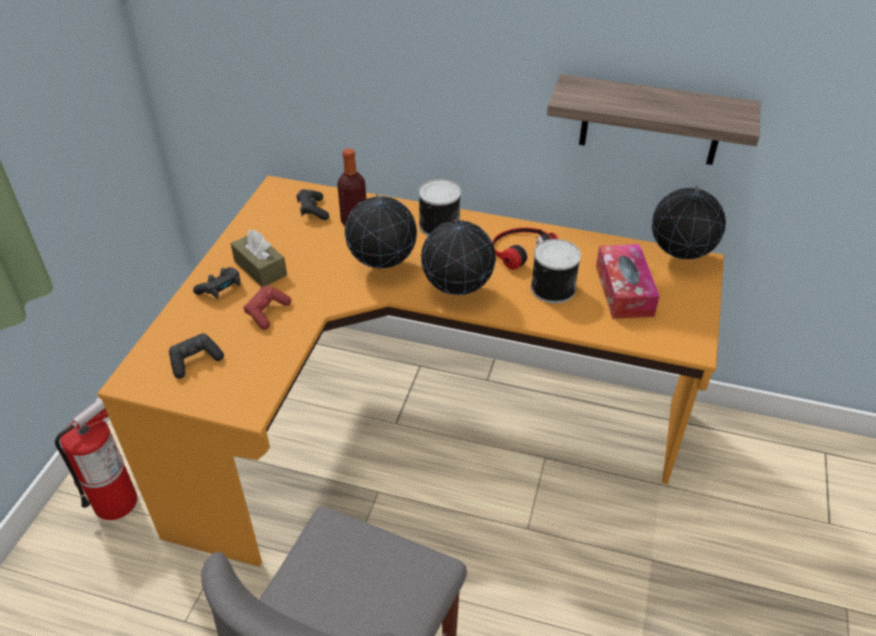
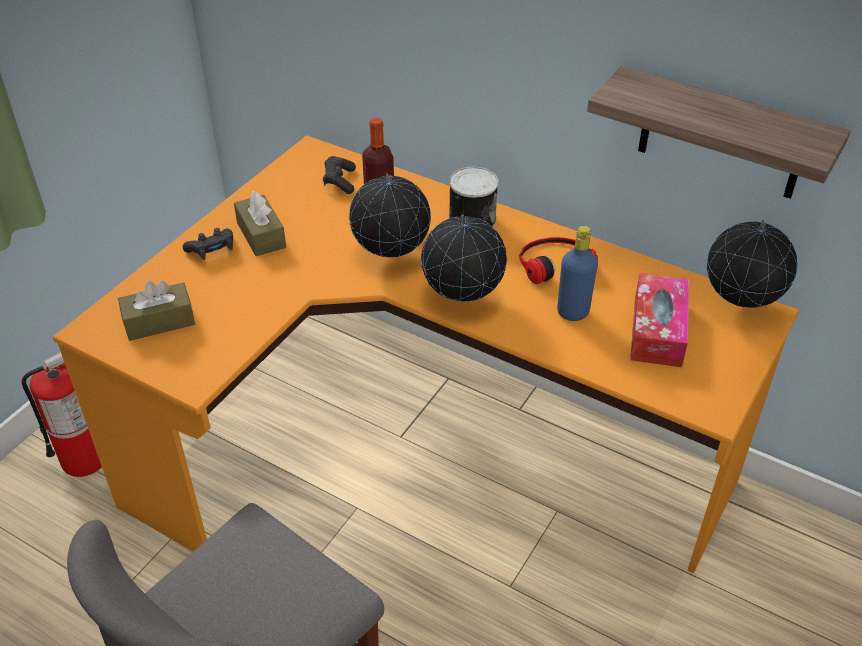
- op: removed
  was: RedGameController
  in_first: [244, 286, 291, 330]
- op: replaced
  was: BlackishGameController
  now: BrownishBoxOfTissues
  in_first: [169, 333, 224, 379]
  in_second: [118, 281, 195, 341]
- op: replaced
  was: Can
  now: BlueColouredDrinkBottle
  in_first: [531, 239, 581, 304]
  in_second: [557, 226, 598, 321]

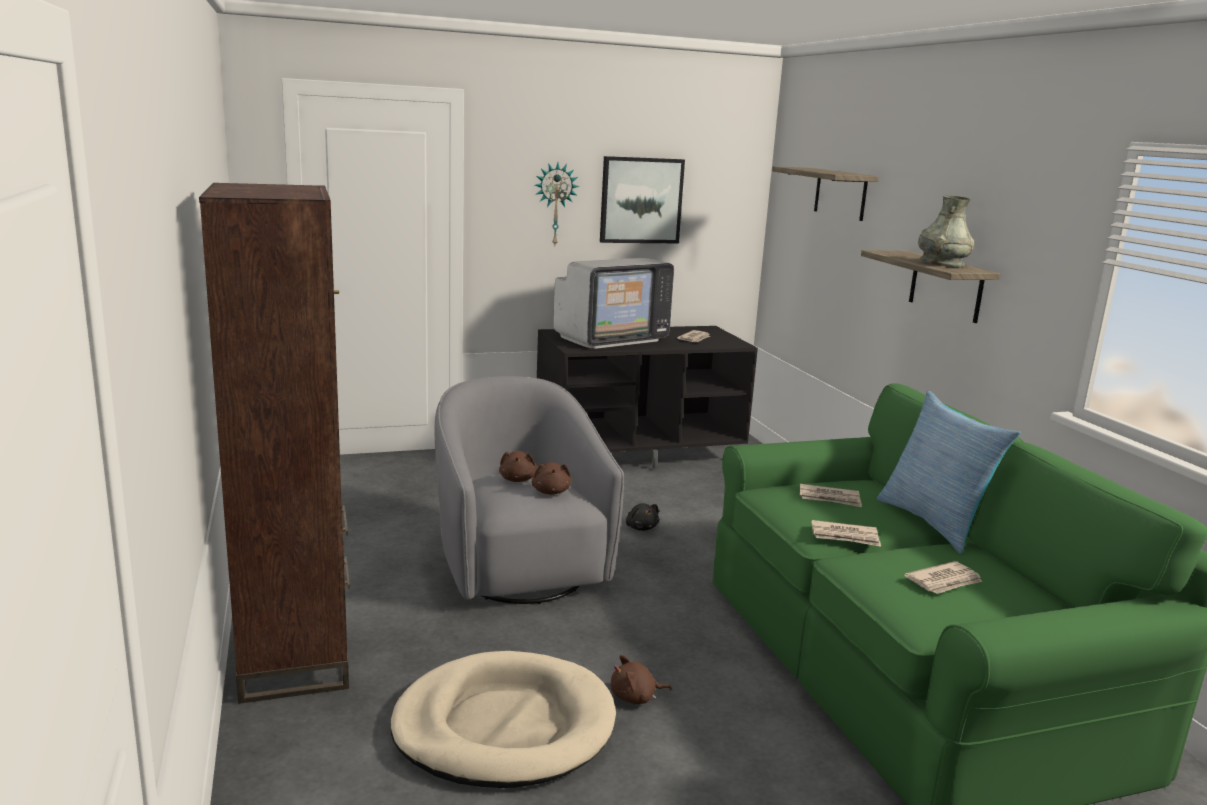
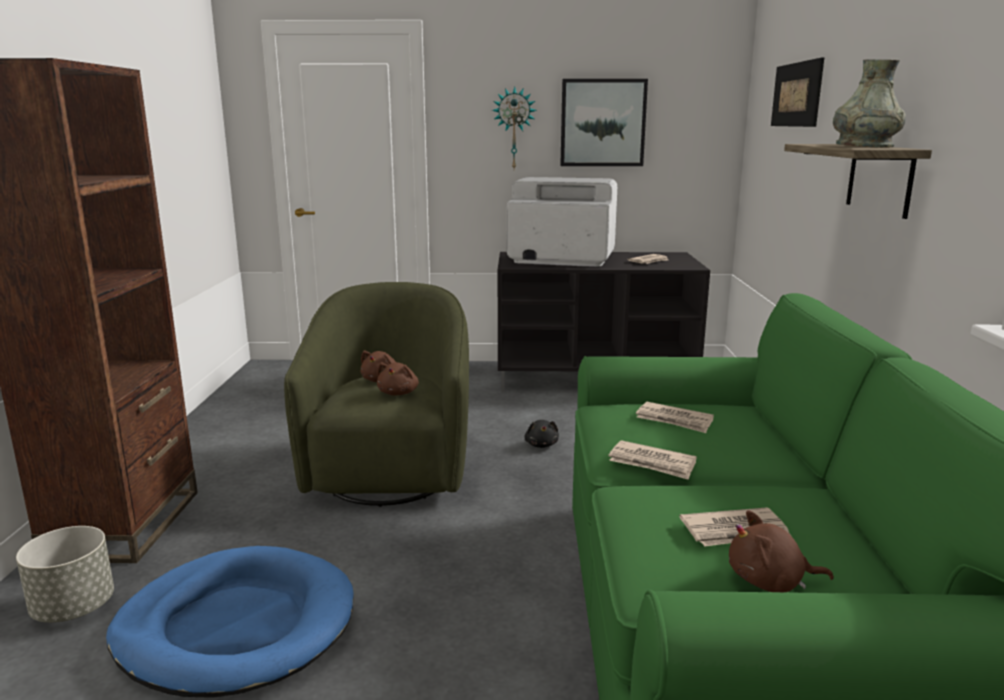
- op: removed
  was: Pillow
  in_first: [877, 391, 1021, 554]
- op: added
  now: GreyFlowerPot
  in_second: [16, 526, 114, 623]
- op: moved
  was: BrownishSoftToy
  in_first: [611, 655, 672, 704]
  in_second: [729, 510, 834, 592]
- op: replaced
  was: WallShelf
  now: WallArt
  in_first: [772, 166, 878, 221]
  in_second: [771, 58, 824, 127]
- op: recoloured
  was: BeigeColouredPetBed
  now: BlueColouredPetBed
  in_first: [390, 651, 616, 788]
  in_second: [106, 546, 354, 698]
- op: recoloured
  was: GreyLoungeChair
  now: GreenishLoungeChair
  in_first: [434, 376, 624, 604]
  in_second: [284, 282, 469, 507]
- op: turned
  was: TvSet
  in_first: [553, 258, 674, 349]
  in_second: [507, 177, 617, 267]
  clockwise: -150

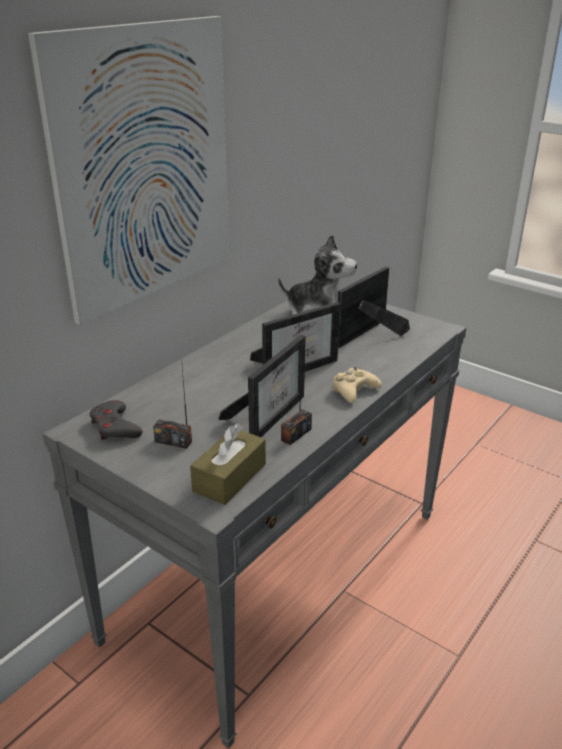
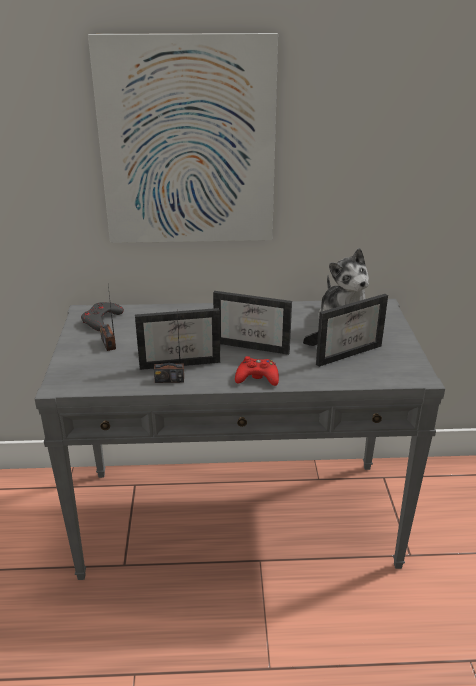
- op: removed
  was: BrownishBoxOfTissues
  in_first: [190, 423, 266, 505]
- op: recoloured
  was: BeigeColouredGameController
  now: RedGameController
  in_first: [332, 367, 382, 403]
  in_second: [235, 356, 279, 386]
- op: turned
  was: PhotoFrame
  in_first: [337, 266, 410, 348]
  in_second: [303, 294, 388, 367]
  clockwise: 150

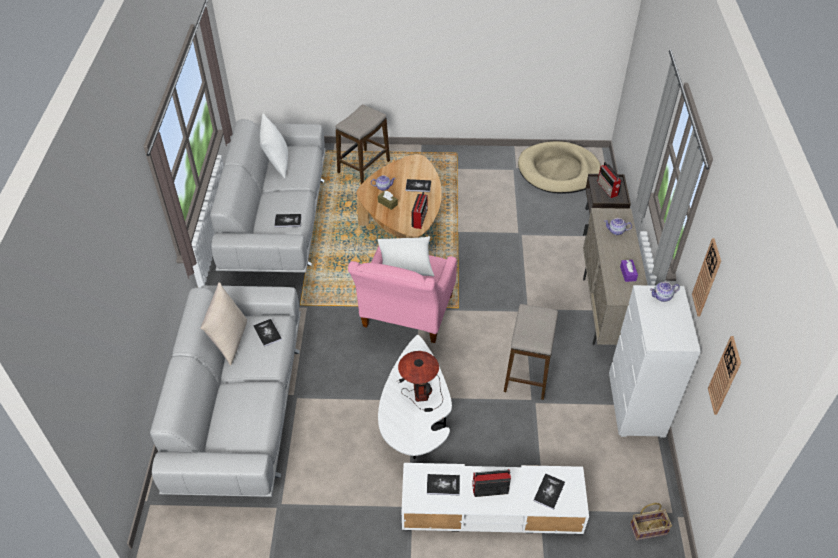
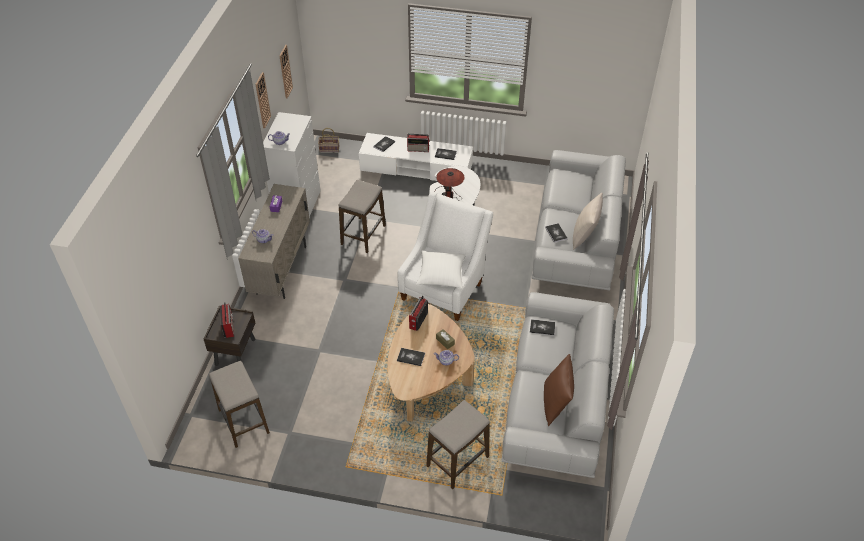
- op: replaced
  was: BeigeColouredPetBed
  now: Stool
  in_first: [518, 141, 601, 194]
  in_second: [209, 361, 270, 448]
- op: recoloured
  was: WhitishPillow
  now: BrownishPillow
  in_first: [260, 114, 288, 179]
  in_second: [544, 354, 574, 426]
- op: recoloured
  was: PinkLoungeChair
  now: WhitishLoungeChair
  in_first: [348, 246, 457, 343]
  in_second: [397, 192, 493, 321]

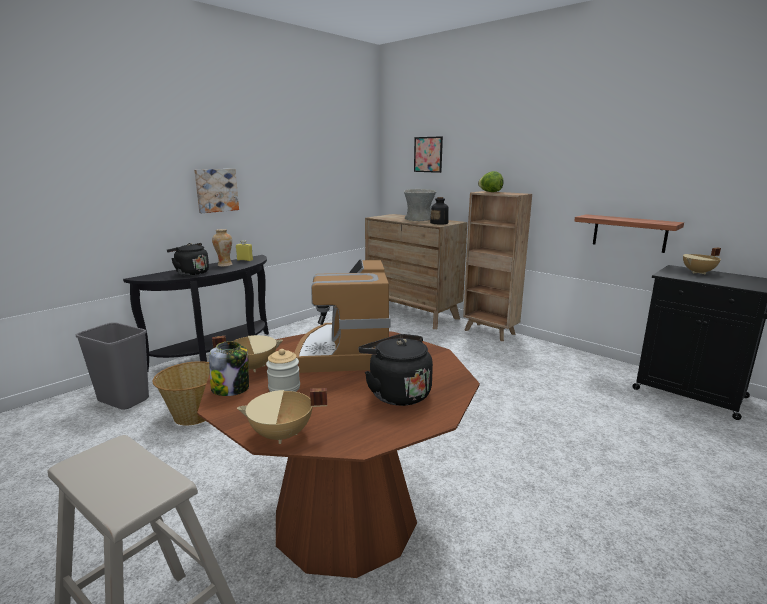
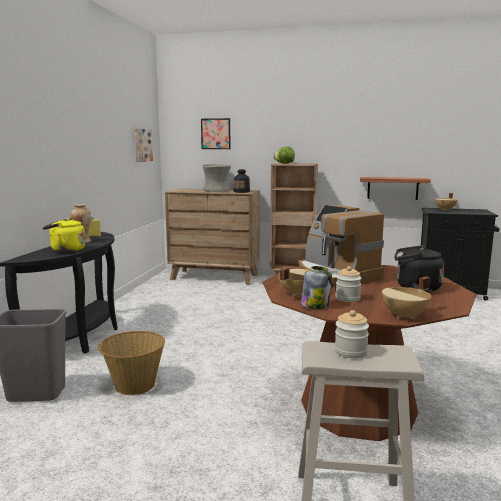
- op: added
  now: PreserveJar
  in_second: [335, 310, 369, 359]
- op: moved
  was: WallArt
  in_first: [194, 169, 239, 213]
  in_second: [135, 129, 153, 162]
- op: recoloured
  was: BlackishTeaKettle
  now: YellowishTeaKettle
  in_first: [167, 243, 209, 276]
  in_second: [43, 218, 86, 252]

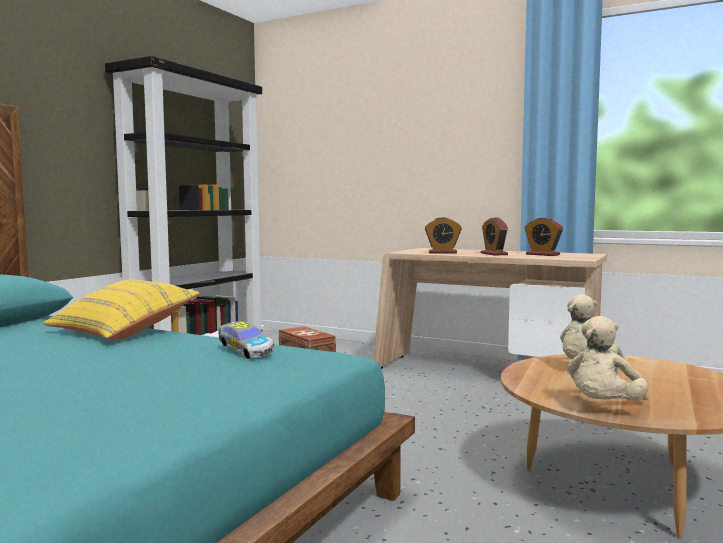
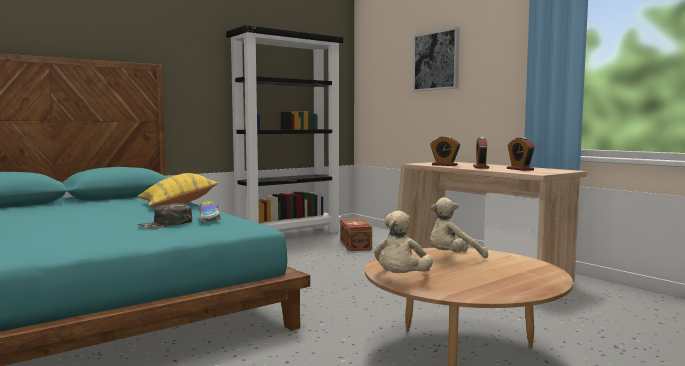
- op: added
  now: GreenishBaseballCap
  in_second: [138, 203, 192, 229]
- op: added
  now: WallArt
  in_second: [413, 27, 460, 91]
- op: turned
  was: BeigeColouredSoftToy
  in_first: [568, 316, 648, 401]
  in_second: [374, 211, 433, 273]
  clockwise: -45

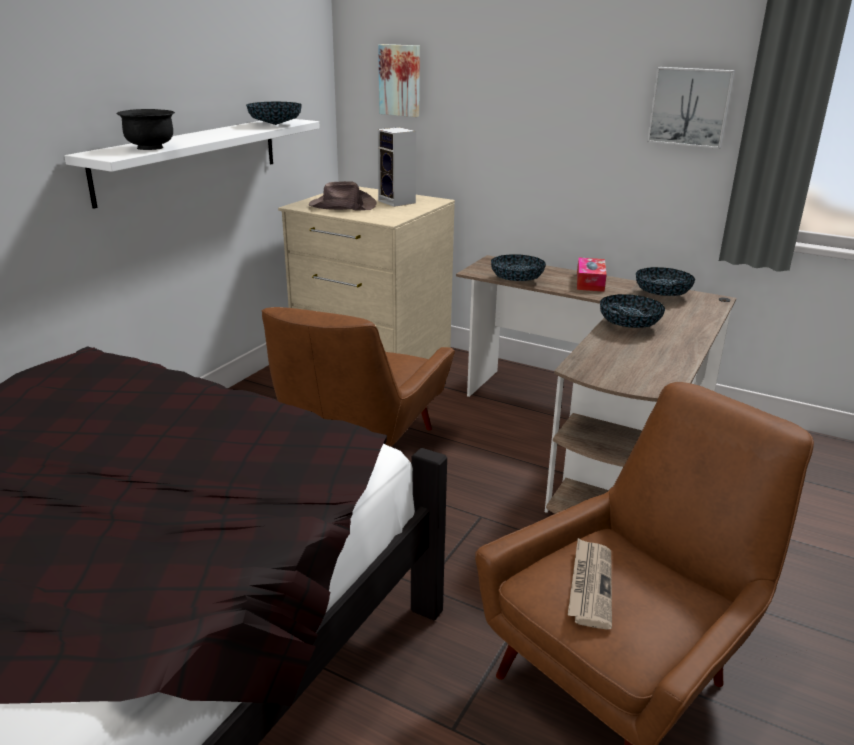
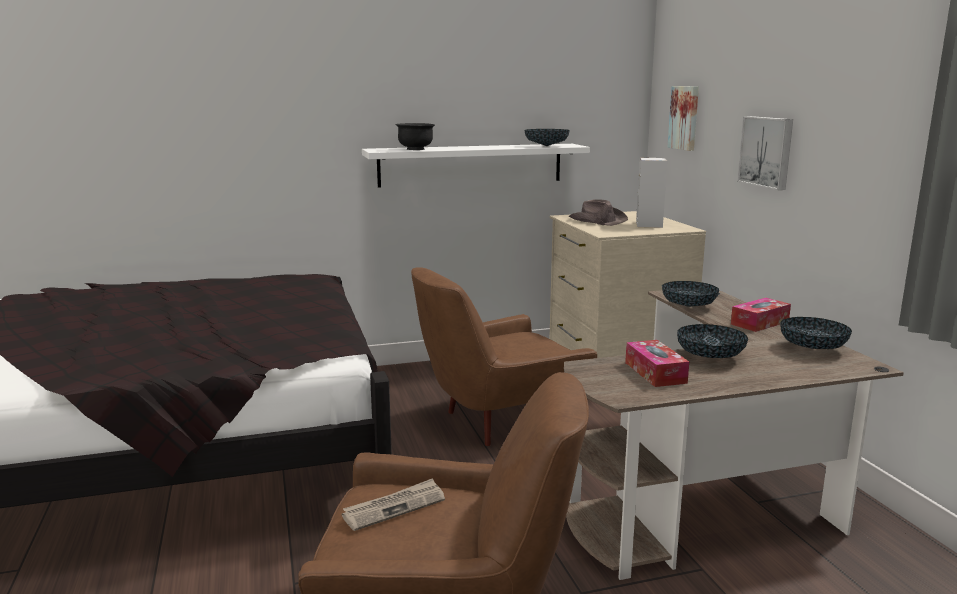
- op: added
  now: BoxOfTissues
  in_second: [625, 340, 689, 387]
- op: moved
  was: WallArt
  in_first: [647, 67, 735, 149]
  in_second: [737, 116, 793, 190]

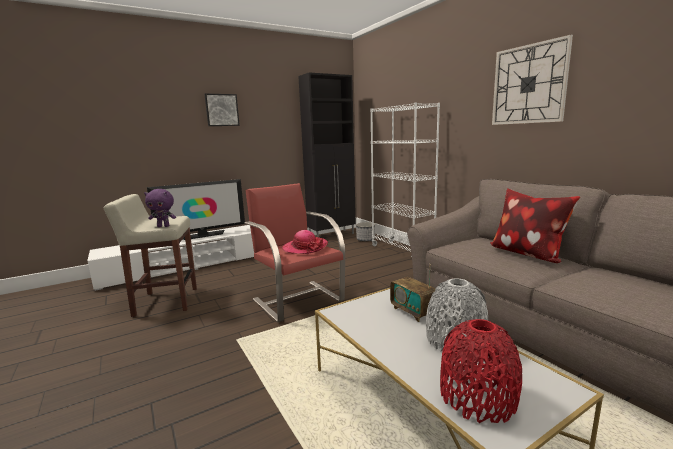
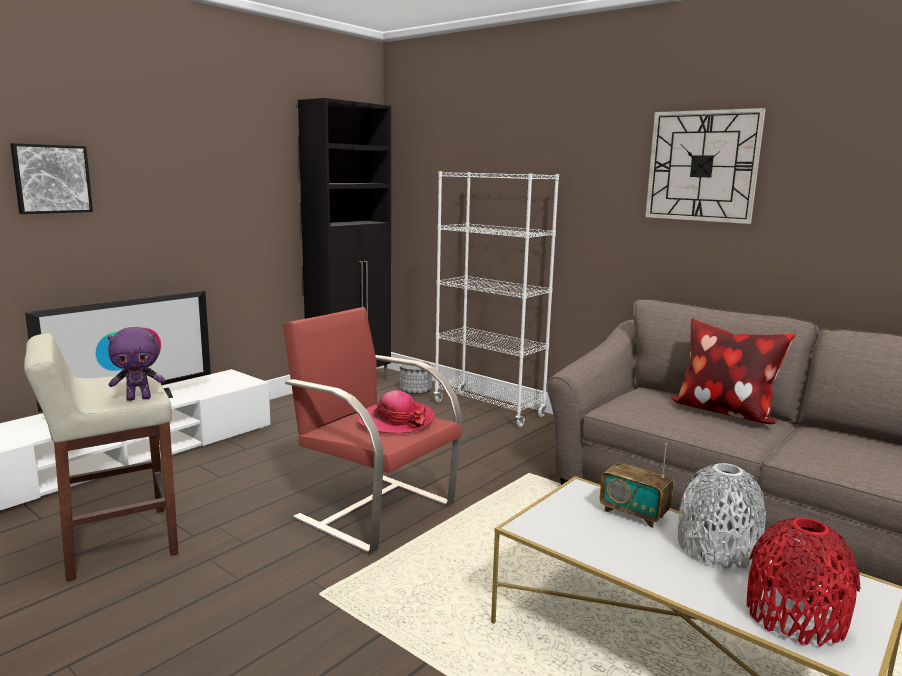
- op: moved
  was: WallArt
  in_first: [204, 93, 240, 126]
  in_second: [10, 143, 93, 214]

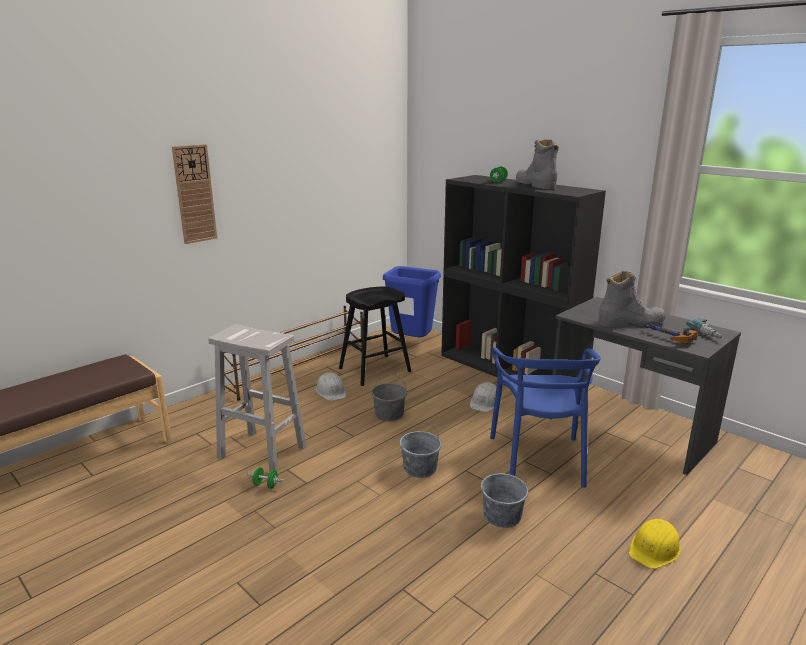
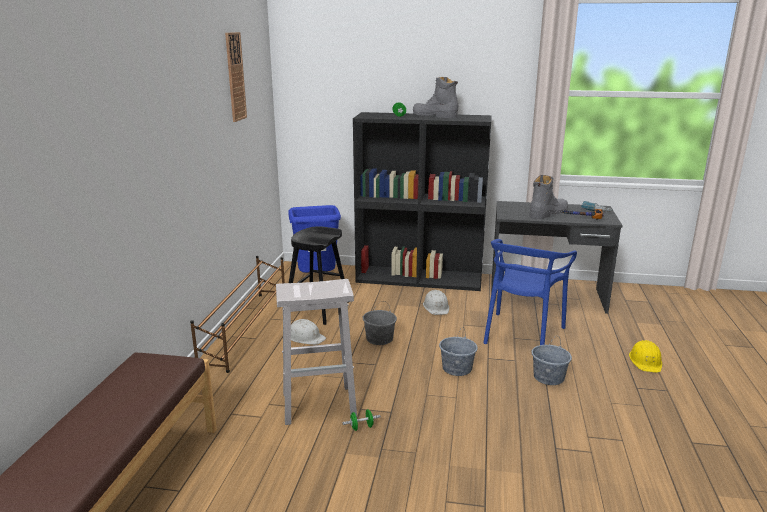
- op: moved
  was: ClockOnTheWall
  in_first: [172, 144, 217, 244]
  in_second: [225, 32, 247, 122]
- op: turned
  was: BlueColouredChair
  in_first: [490, 347, 601, 488]
  in_second: [483, 239, 577, 345]
  clockwise: 60

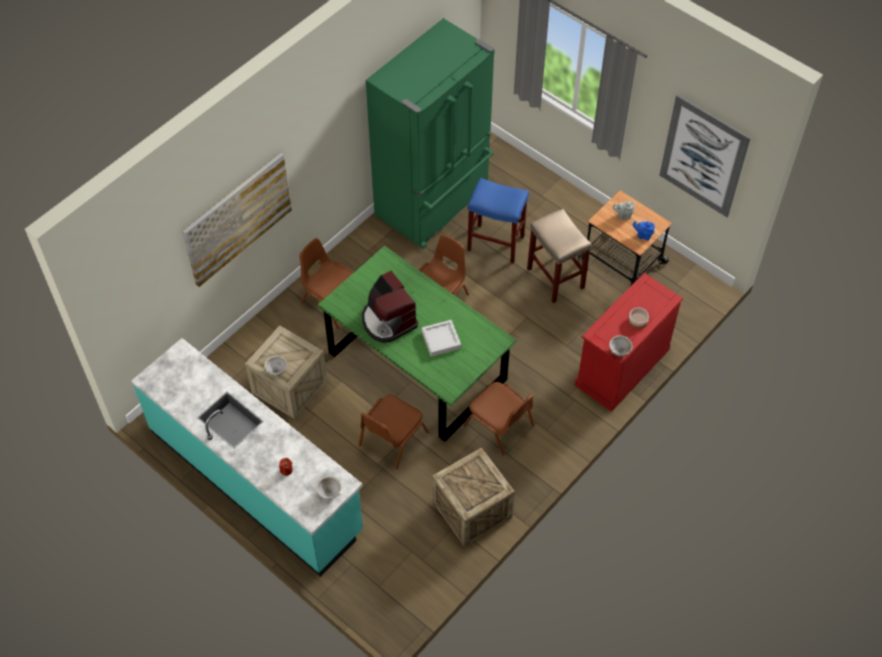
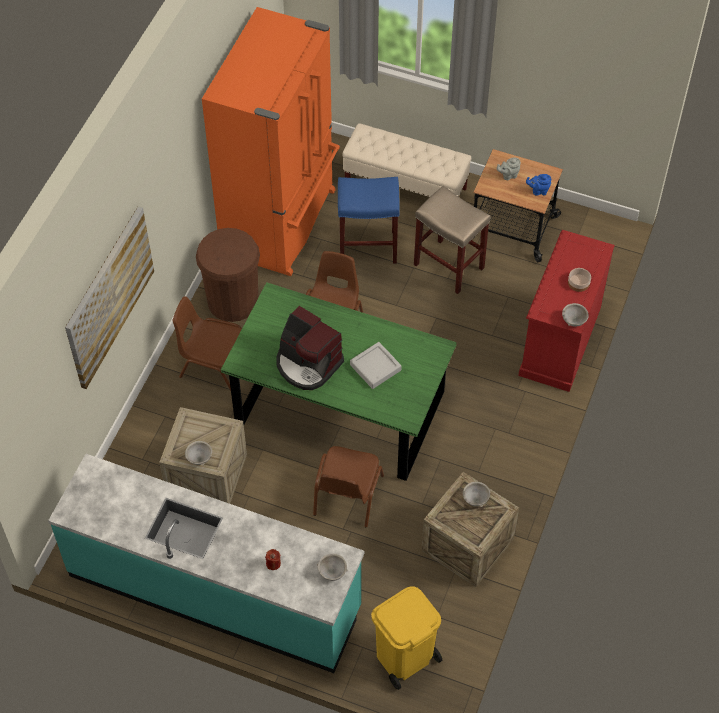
- op: removed
  was: BrownishChair
  in_first: [463, 382, 534, 456]
- op: removed
  was: WallArt
  in_first: [659, 95, 751, 217]
- op: added
  now: BrownishRubbishBin
  in_second: [196, 228, 260, 322]
- op: added
  now: BeigeColouredBench
  in_second: [342, 123, 471, 197]
- op: added
  now: YellowishRubbishBin
  in_second: [371, 586, 442, 690]
- op: added
  now: GreyBowl
  in_second: [463, 482, 490, 507]
- op: recoloured
  was: GreenishRefrigerator
  now: OrangeRefrigerator
  in_first: [366, 18, 495, 249]
  in_second: [202, 7, 340, 276]

